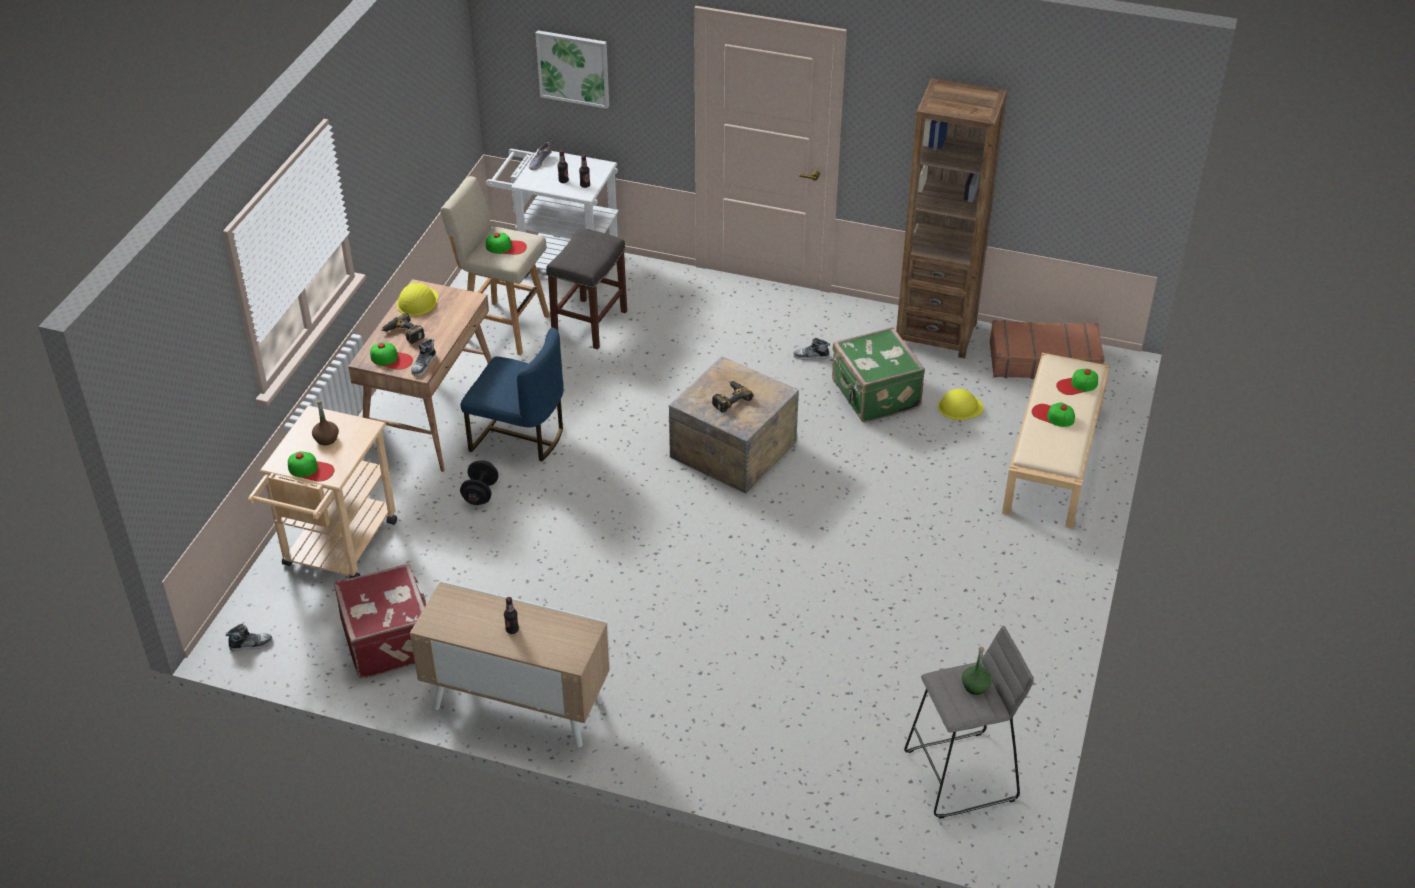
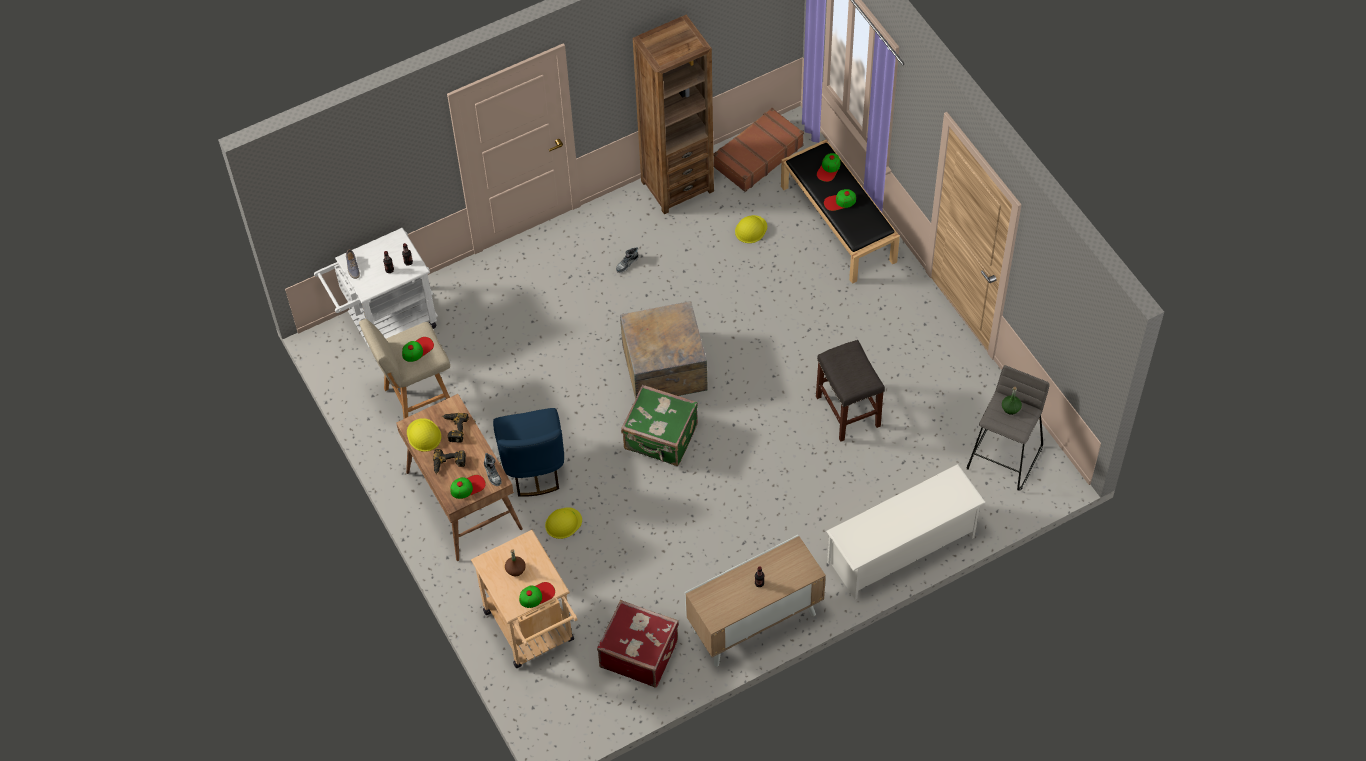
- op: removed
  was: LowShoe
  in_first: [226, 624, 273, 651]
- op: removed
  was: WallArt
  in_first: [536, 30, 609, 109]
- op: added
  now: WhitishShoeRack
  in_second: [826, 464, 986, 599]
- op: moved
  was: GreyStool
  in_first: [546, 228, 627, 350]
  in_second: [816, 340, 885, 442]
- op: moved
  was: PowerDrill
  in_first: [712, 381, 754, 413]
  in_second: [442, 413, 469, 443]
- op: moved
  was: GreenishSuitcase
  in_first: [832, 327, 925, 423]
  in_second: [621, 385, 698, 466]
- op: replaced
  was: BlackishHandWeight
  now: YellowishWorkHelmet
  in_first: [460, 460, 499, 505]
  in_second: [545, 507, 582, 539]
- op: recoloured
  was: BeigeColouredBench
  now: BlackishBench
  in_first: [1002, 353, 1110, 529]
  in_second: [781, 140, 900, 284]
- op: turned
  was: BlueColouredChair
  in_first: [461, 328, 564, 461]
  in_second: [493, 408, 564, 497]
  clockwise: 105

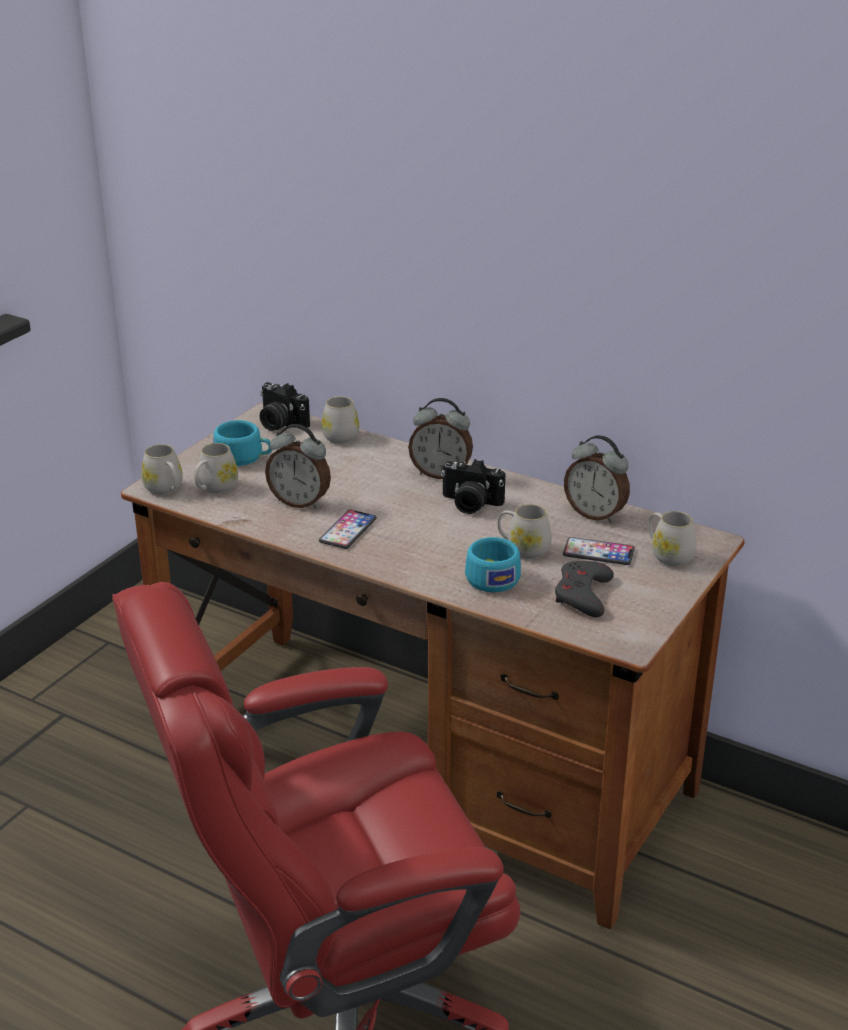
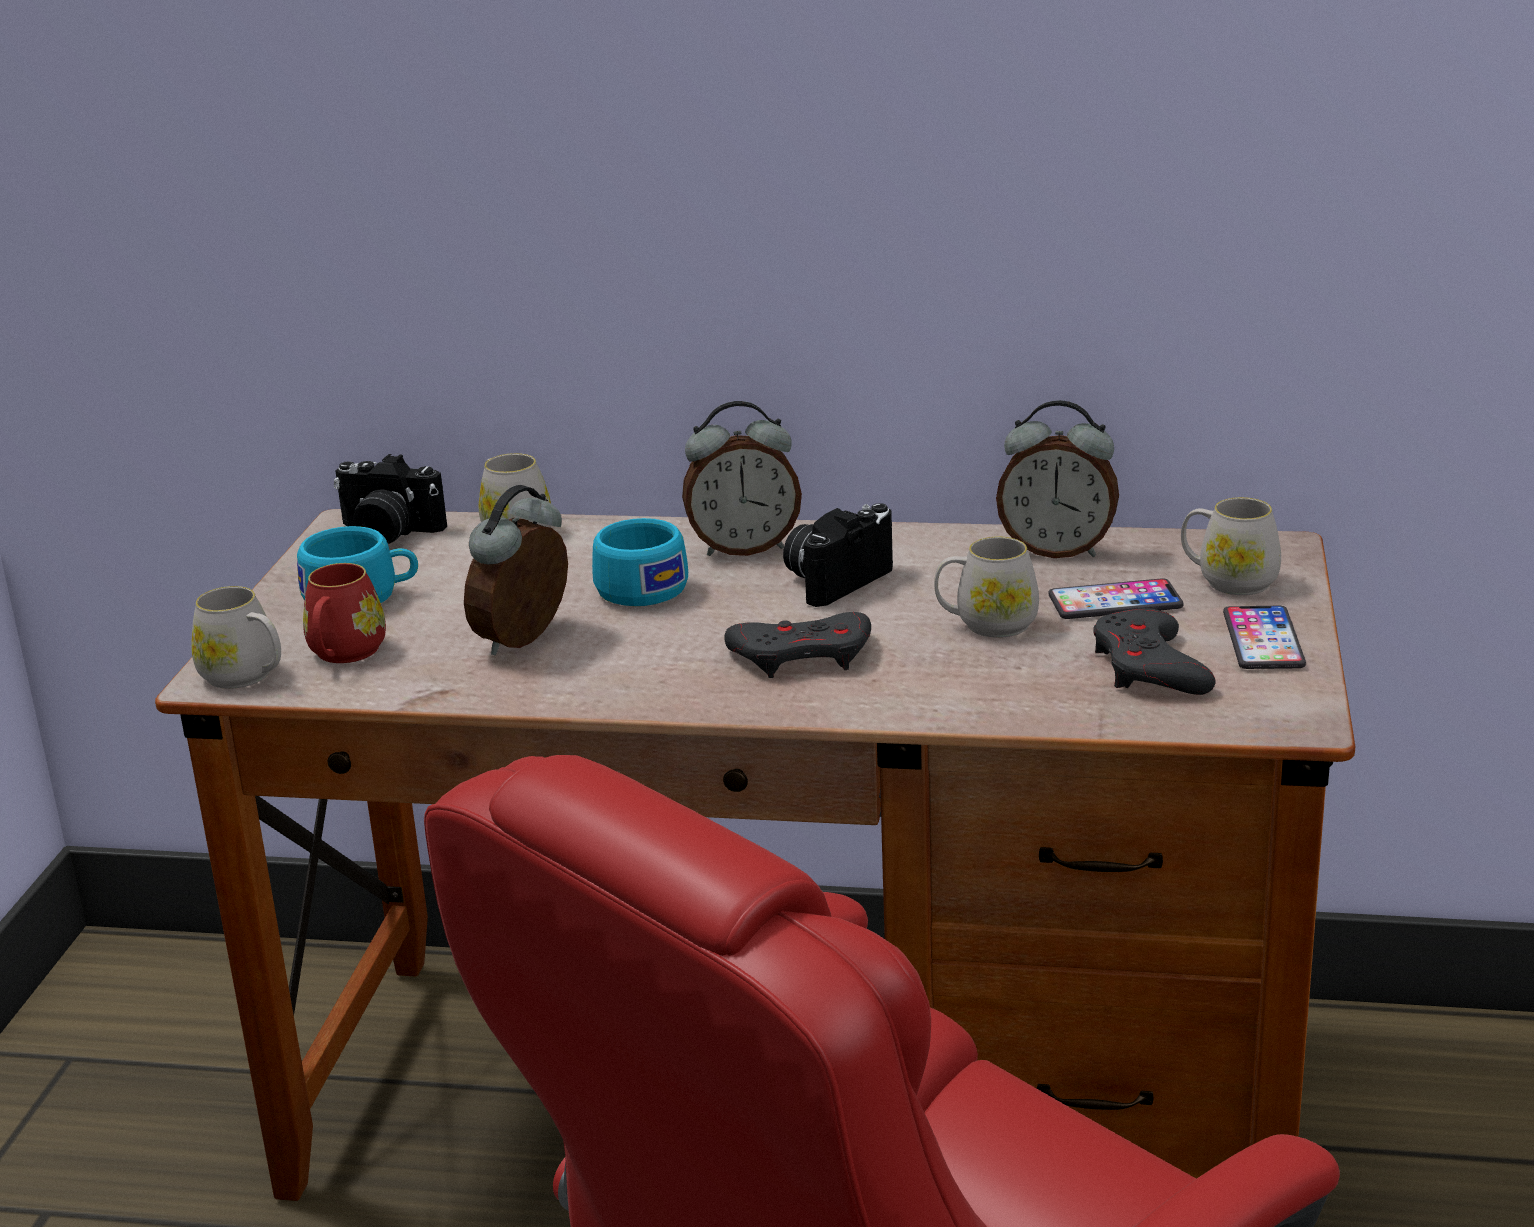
- op: added
  now: GreyGameController
  in_second: [724, 612, 871, 678]
- op: moved
  was: Phone
  in_first: [319, 510, 376, 549]
  in_second: [1223, 606, 1306, 669]
- op: moved
  was: BlueGreenSmallCup
  in_first: [465, 537, 521, 592]
  in_second: [592, 518, 688, 606]
- op: recoloured
  was: WhitishTeaMug
  now: RedTeaMug
  in_first: [194, 443, 238, 494]
  in_second: [303, 563, 386, 663]
- op: turned
  was: AlarmClock
  in_first: [265, 424, 331, 509]
  in_second: [464, 485, 568, 655]
  clockwise: 120
- op: turned
  was: PhotoCamera
  in_first: [441, 459, 505, 514]
  in_second: [783, 503, 893, 607]
  clockwise: 135

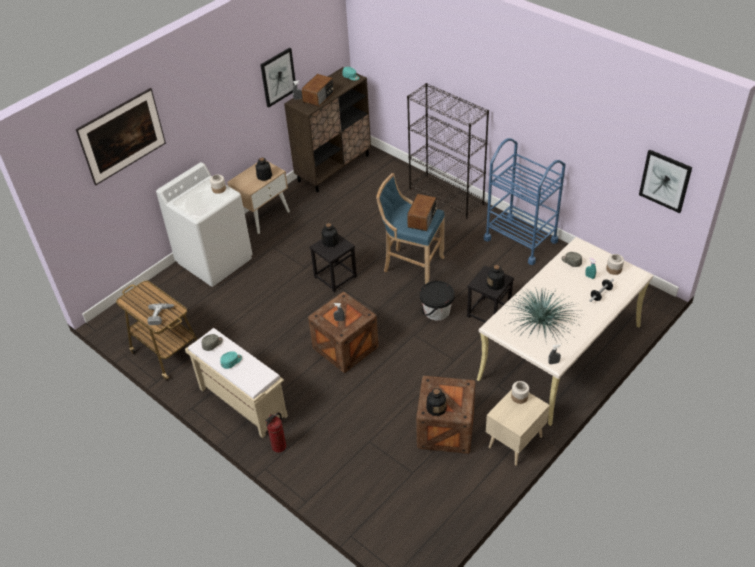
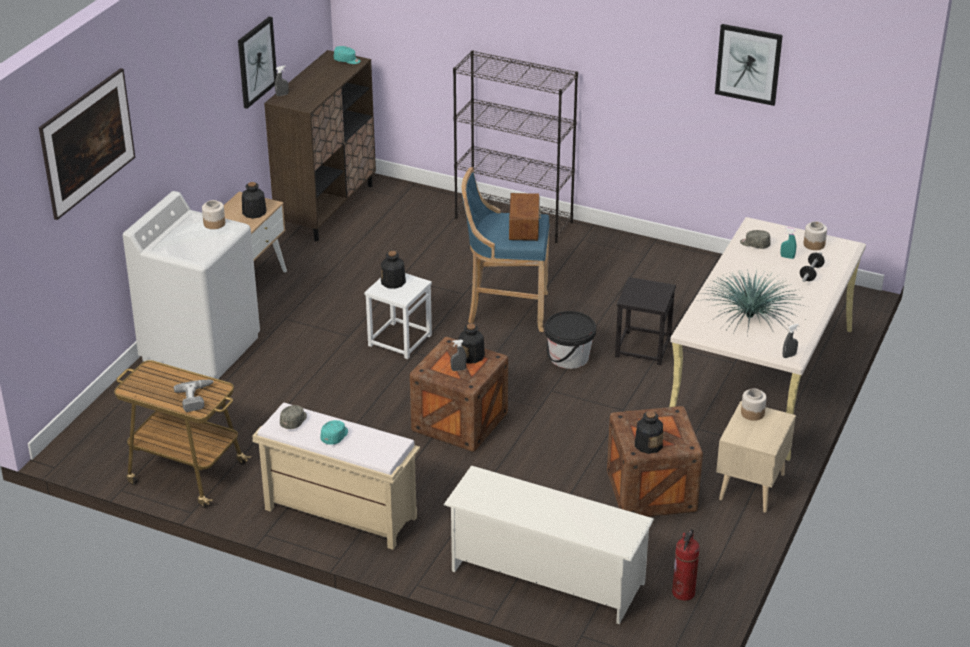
- op: removed
  was: RadioReceiver
  in_first: [302, 74, 334, 107]
- op: removed
  was: BlueColouredWheeledCart
  in_first: [484, 138, 566, 265]
- op: added
  now: WhitishShoeRack
  in_second: [443, 466, 654, 624]
- op: moved
  was: FireExtinguisher
  in_first: [265, 413, 286, 453]
  in_second: [672, 529, 700, 601]
- op: moved
  was: DrinkBottle
  in_first: [487, 265, 505, 290]
  in_second: [458, 324, 485, 363]
- op: moved
  was: WallArt
  in_first: [639, 149, 692, 213]
  in_second: [715, 24, 783, 106]
- op: recoloured
  was: BlackishStool
  now: WhitishStool
  in_first: [310, 234, 357, 292]
  in_second: [364, 273, 432, 359]

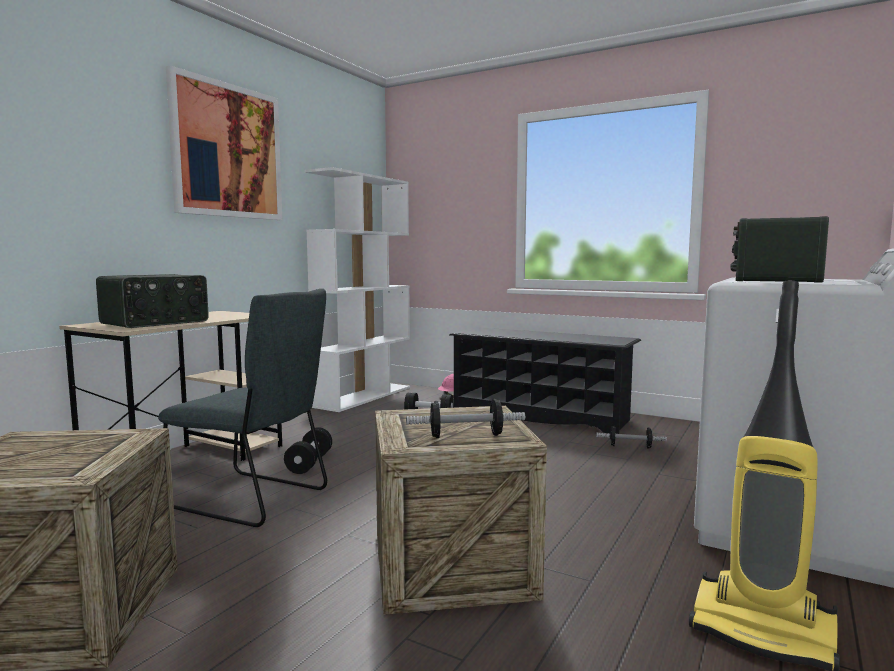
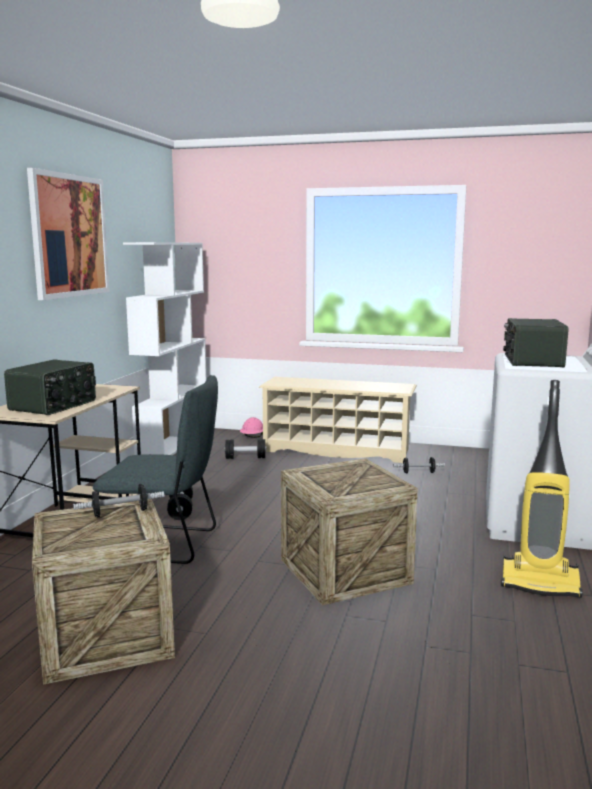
- op: moved
  was: HandWeight
  in_first: [406, 399, 525, 438]
  in_second: [73, 484, 164, 518]
- op: recoloured
  was: BlackishShoeRack
  now: BeigeColouredShoeRack
  in_first: [449, 327, 641, 434]
  in_second: [259, 377, 417, 463]

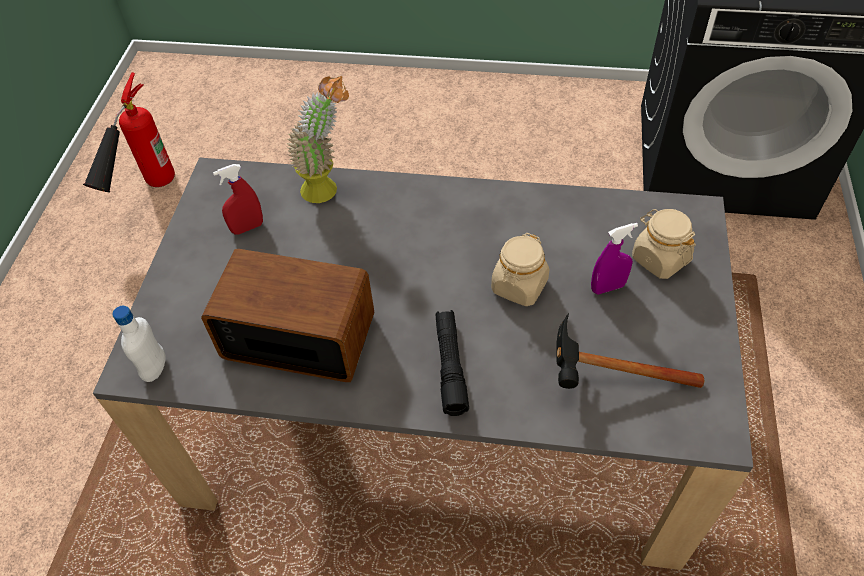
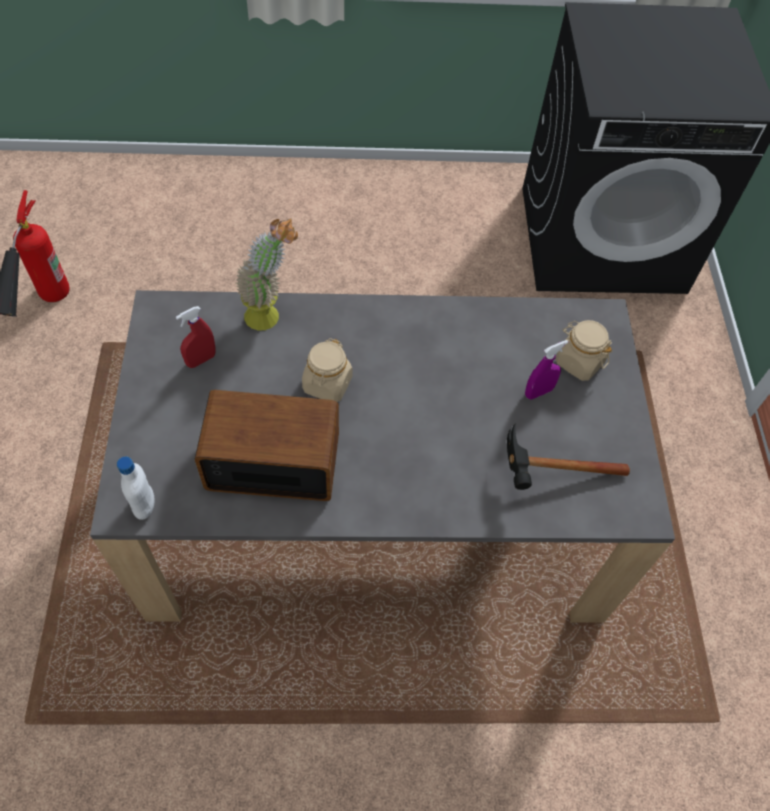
- op: removed
  was: BlackishTorch
  in_first: [435, 310, 469, 416]
- op: moved
  was: BeigeColouredPreserveJar
  in_first: [491, 233, 550, 306]
  in_second: [302, 338, 353, 402]

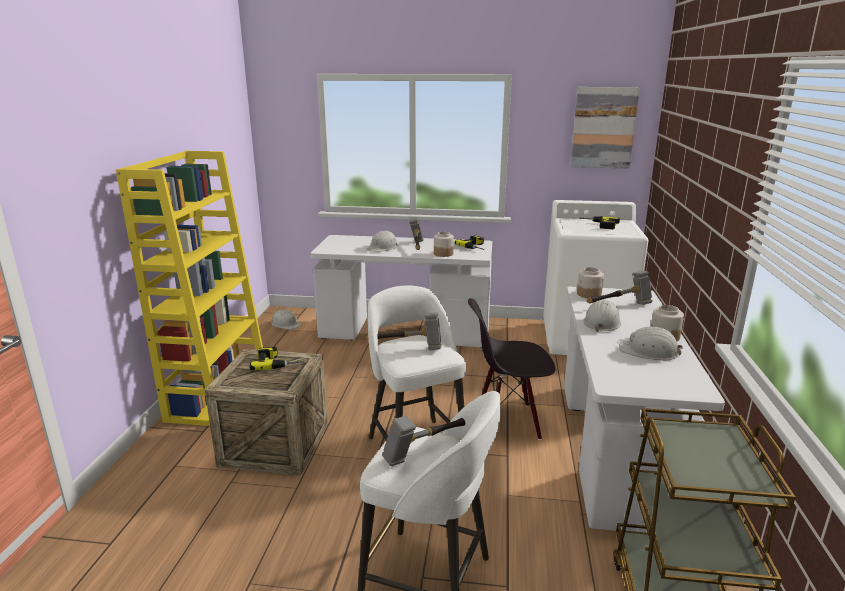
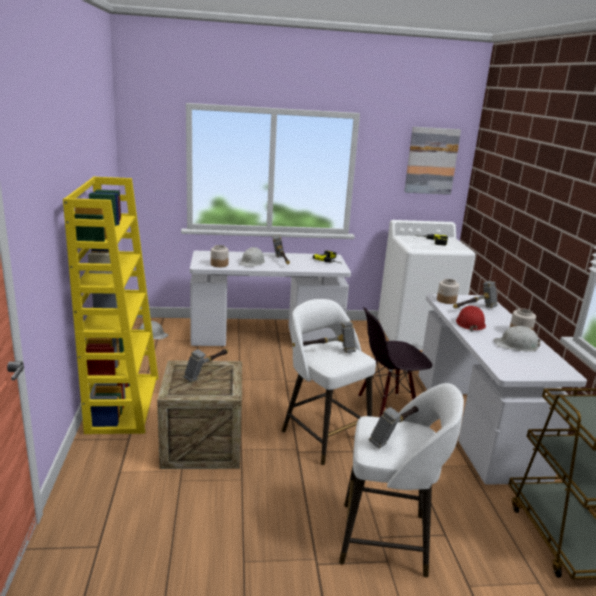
- op: moved
  was: PreserveJar
  in_first: [434, 232, 454, 257]
  in_second: [211, 245, 229, 267]
- op: replaced
  was: PowerDrill
  now: HandHammer
  in_first: [250, 347, 304, 371]
  in_second: [183, 349, 228, 382]
- op: recoloured
  was: WhitishWorkHelmet
  now: RedWorkHelmet
  in_first: [583, 300, 621, 332]
  in_second: [456, 306, 486, 332]

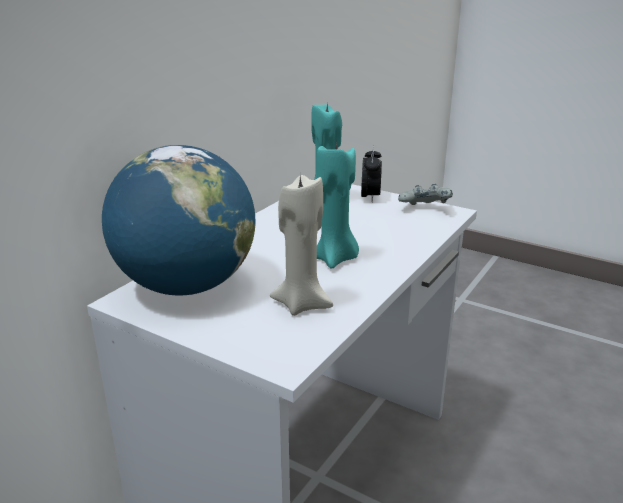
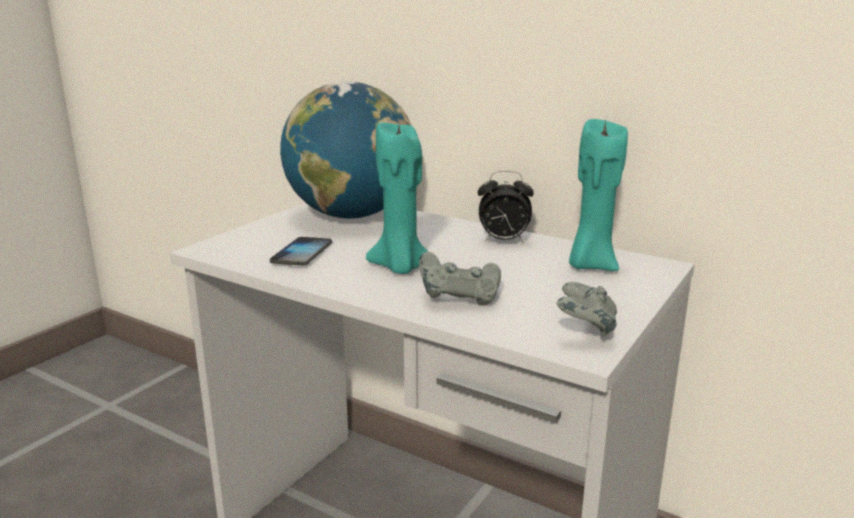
- op: added
  now: GreyGameController
  in_second: [419, 252, 501, 305]
- op: moved
  was: AlarmClock
  in_first: [361, 145, 382, 202]
  in_second: [478, 171, 534, 242]
- op: replaced
  was: BeigeColouredCandle
  now: Phone
  in_first: [270, 175, 333, 316]
  in_second: [270, 237, 332, 266]

